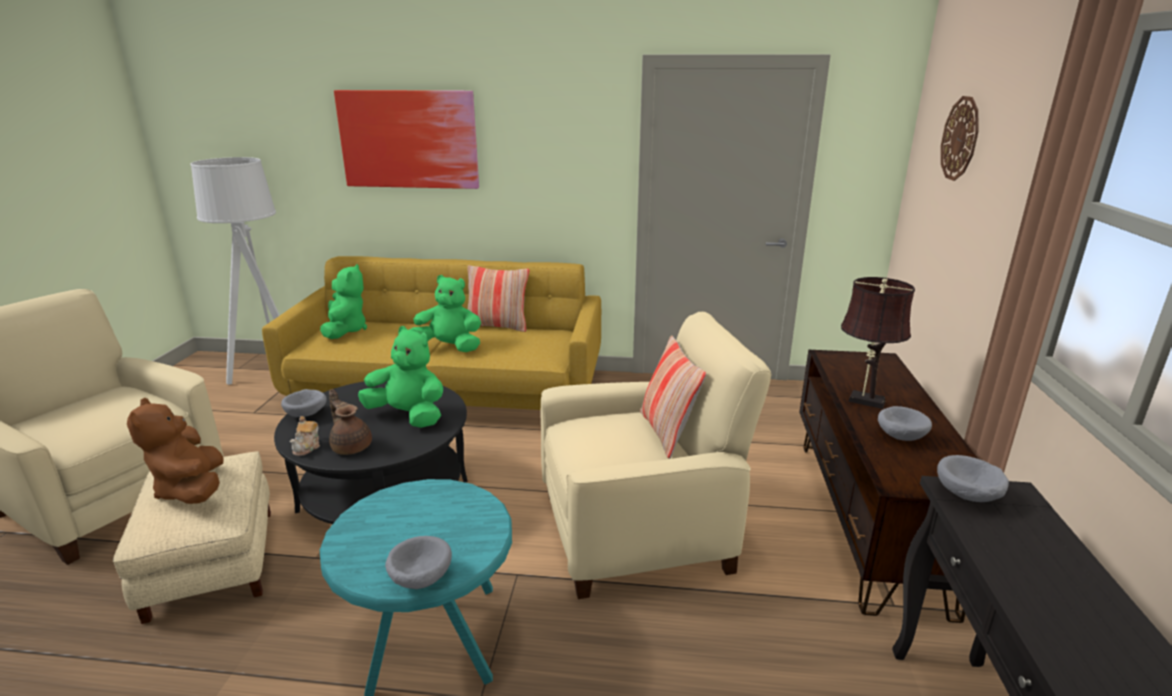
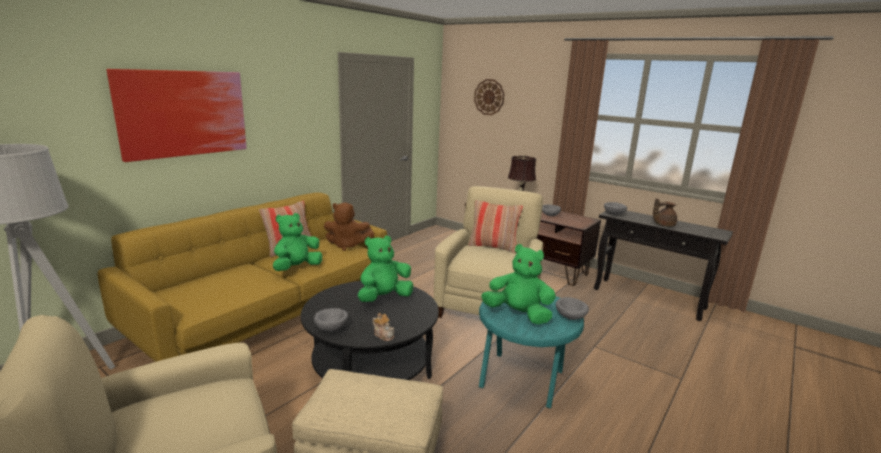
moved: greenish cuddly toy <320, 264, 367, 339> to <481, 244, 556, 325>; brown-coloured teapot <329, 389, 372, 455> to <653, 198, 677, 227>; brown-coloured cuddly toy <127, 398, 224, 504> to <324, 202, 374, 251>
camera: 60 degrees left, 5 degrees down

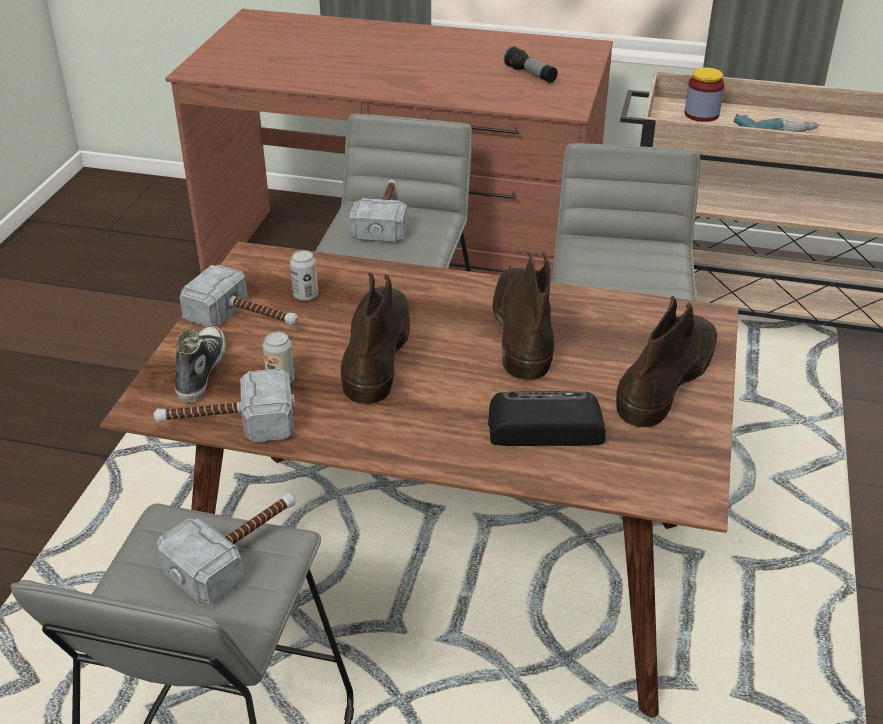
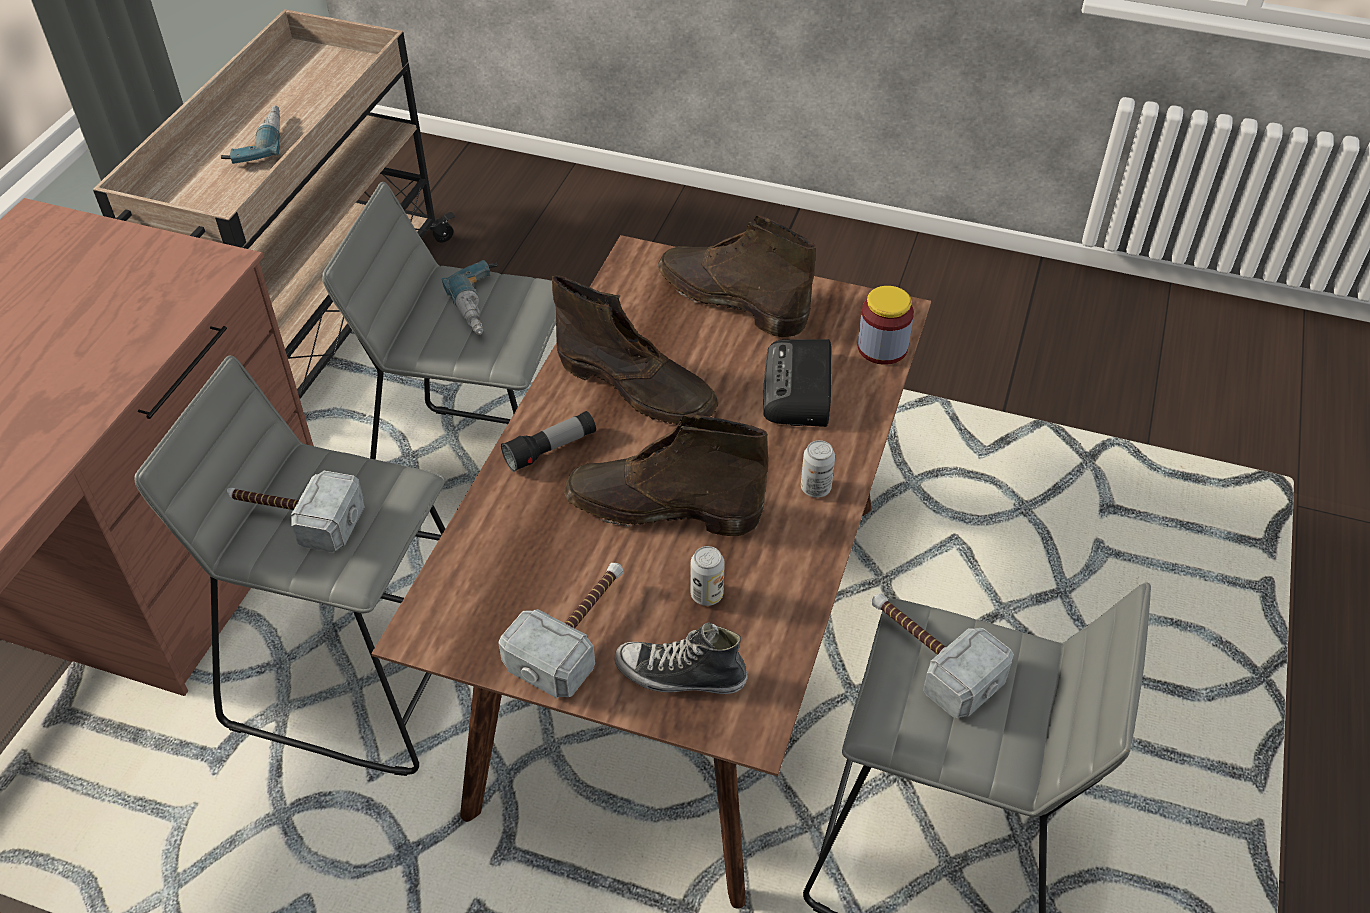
removed: tool hammer <154, 368, 295, 442>
added: drill <442, 260, 498, 335>
moved: flashlight <504, 46, 558, 83> to <501, 411, 596, 472>; preserve jar <685, 67, 725, 122> to <858, 286, 914, 365>; metal can <290, 250, 318, 301> to <801, 440, 835, 498>
turned: brown-coloured high-top boot <492, 251, 555, 380> = <552, 276, 718, 425> 150 degrees counterclockwise
camera: 85 degrees left, 10 degrees up

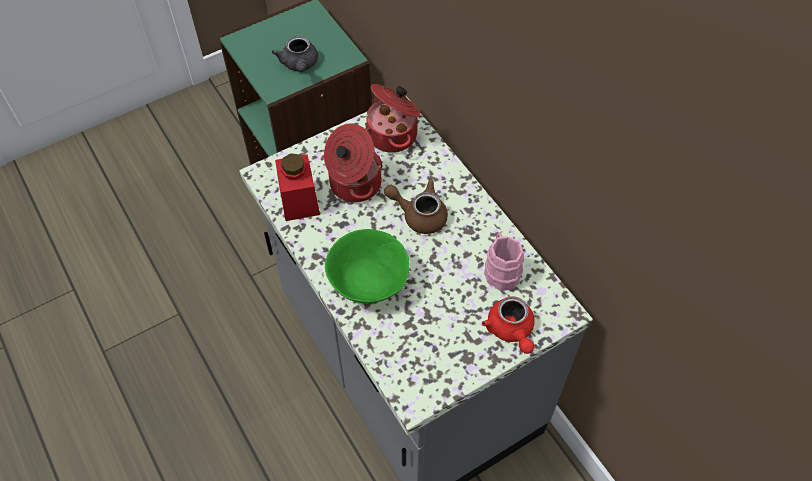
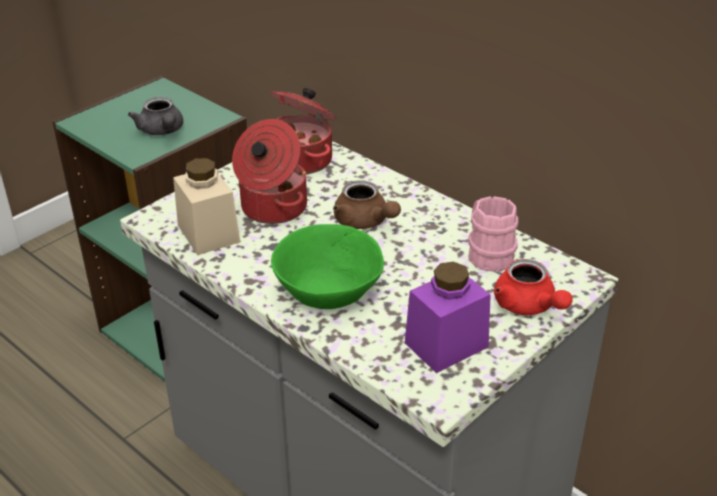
added: purplish preserve jar <405, 262, 491, 373>
recoloured: red-coloured preserve jar <275, 153, 320, 221> to sand-coloured preserve jar <173, 158, 240, 255>
turned: brown-coloured teapot <384, 179, 448, 234> = <333, 180, 401, 229> 135 degrees counterclockwise
camera: 15 degrees left, 20 degrees down

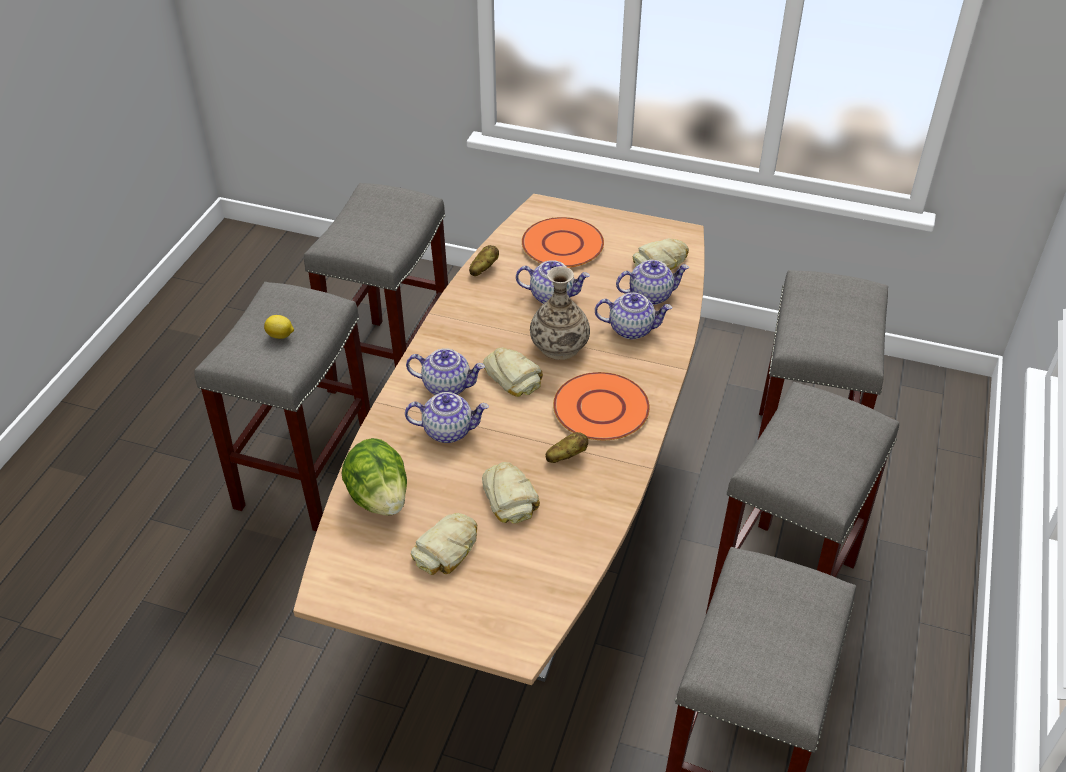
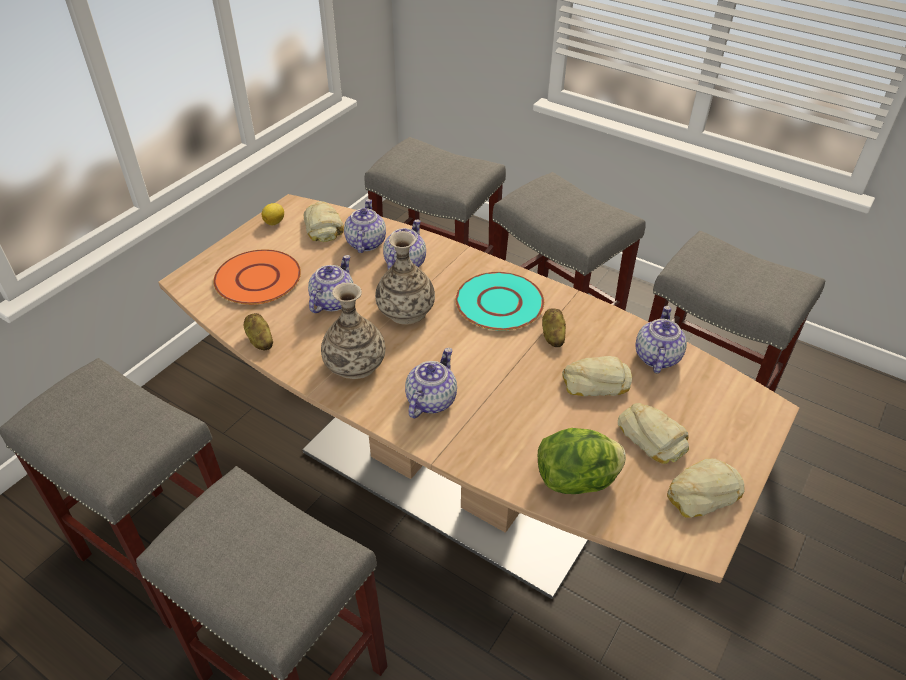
added: flower vase <321, 283, 385, 379>
moved: lemon <264, 315, 294, 339> to <262, 203, 284, 225>; bread <483, 347, 543, 397> to <667, 458, 745, 518>; teapot <405, 392, 489, 443> to <636, 306, 687, 373>
recoloured: orangey flat dish <553, 372, 650, 440> to blue-green flat dish <456, 272, 544, 331>
camera: 75 degrees left, 0 degrees up

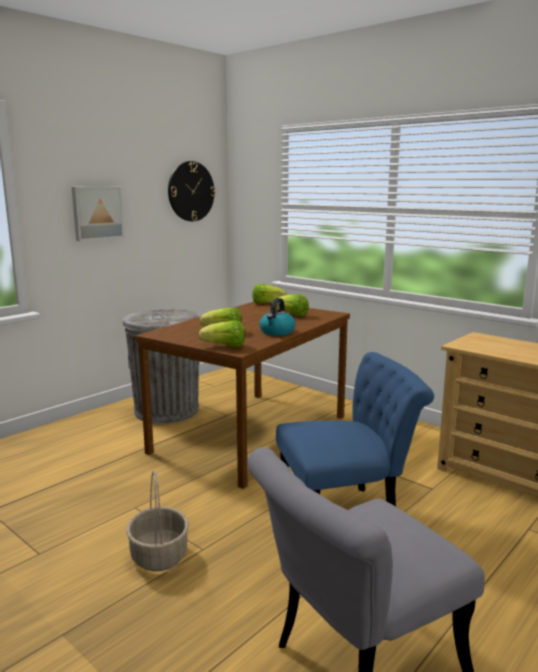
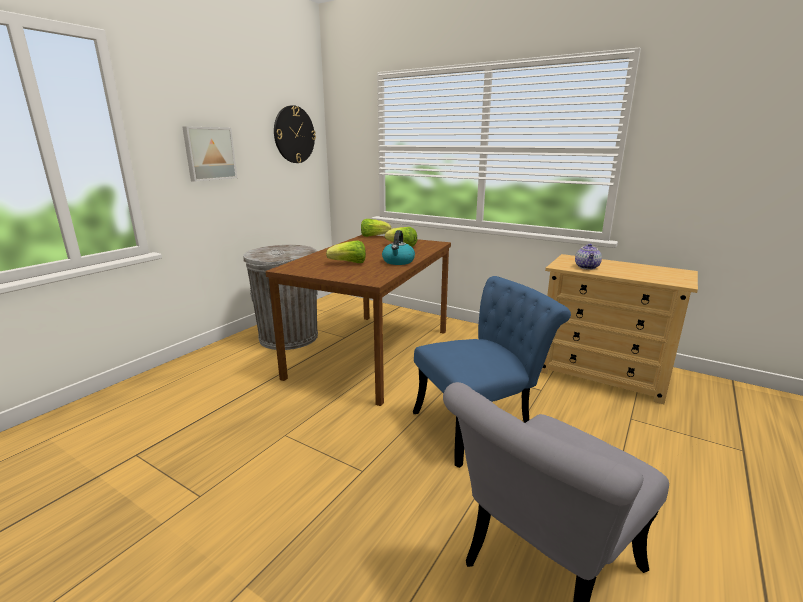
removed: head of lettuce <199, 320, 245, 348>; basket <126, 471, 189, 571>
added: teapot <575, 244, 602, 270>
camera: 10 degrees left, 5 degrees up

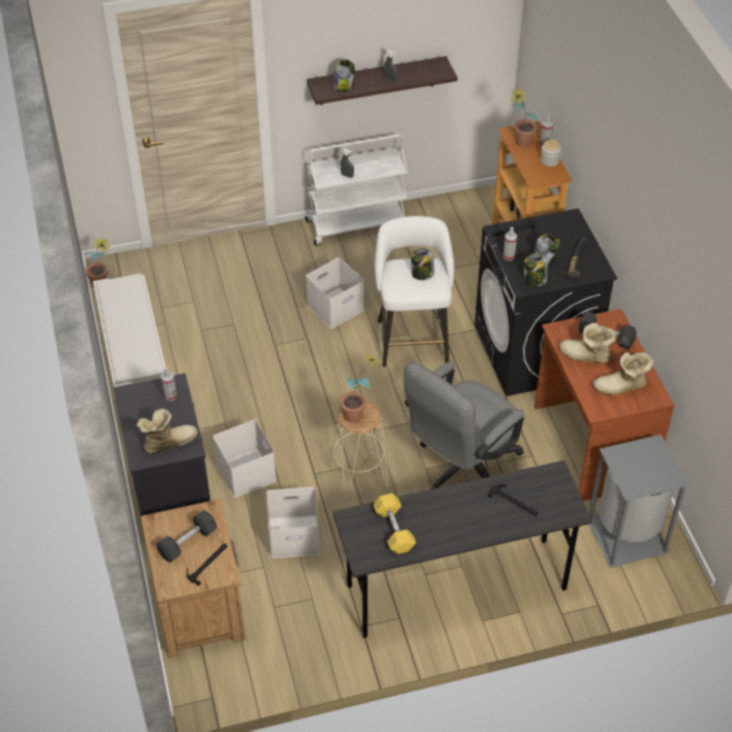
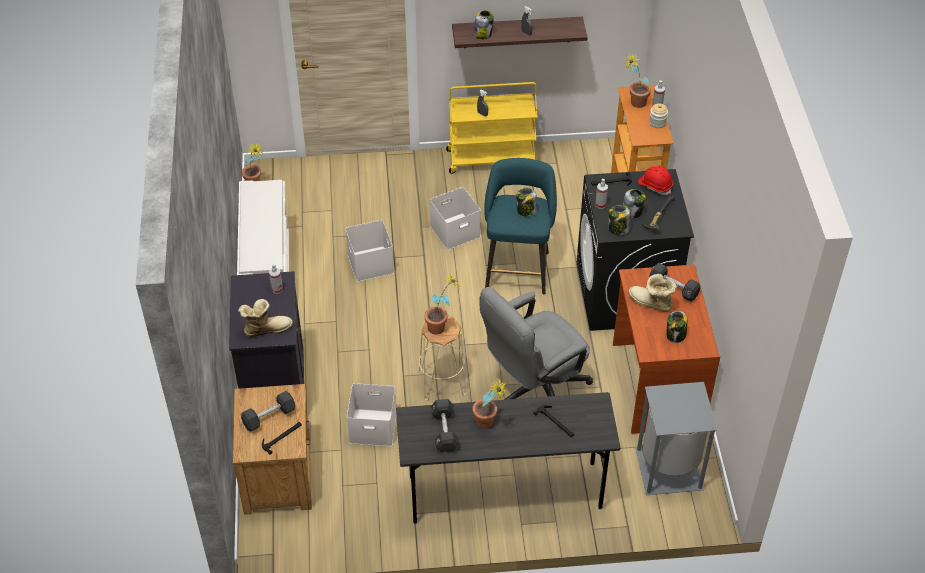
added: red-coloured safety helmet <638, 166, 673, 195>; houseplant <472, 378, 509, 429>
moved: white-coloured storage container <213, 420, 277, 498> to <345, 220, 394, 282>
replaced: high-top boot <593, 352, 654, 395> to preserve jar <666, 311, 687, 343>
recoloured: white-coloured wheeled cart <305, 134, 408, 246> to yellow-coloured wheeled cart <446, 82, 538, 174>; white-coloured stool seat <375, 216, 454, 367> to blue-green stool seat <484, 158, 557, 295>; yellow-coloured dumbbell <373, 493, 416, 554> to black-coloured dumbbell <430, 399, 459, 452>
camera: 10 degrees right, 0 degrees up

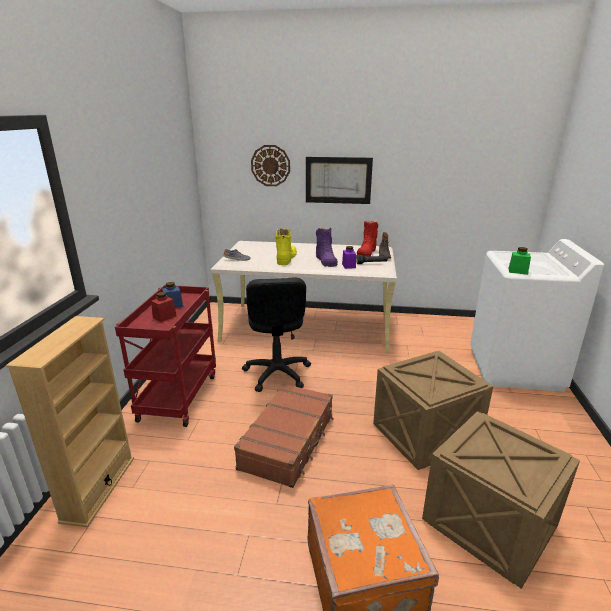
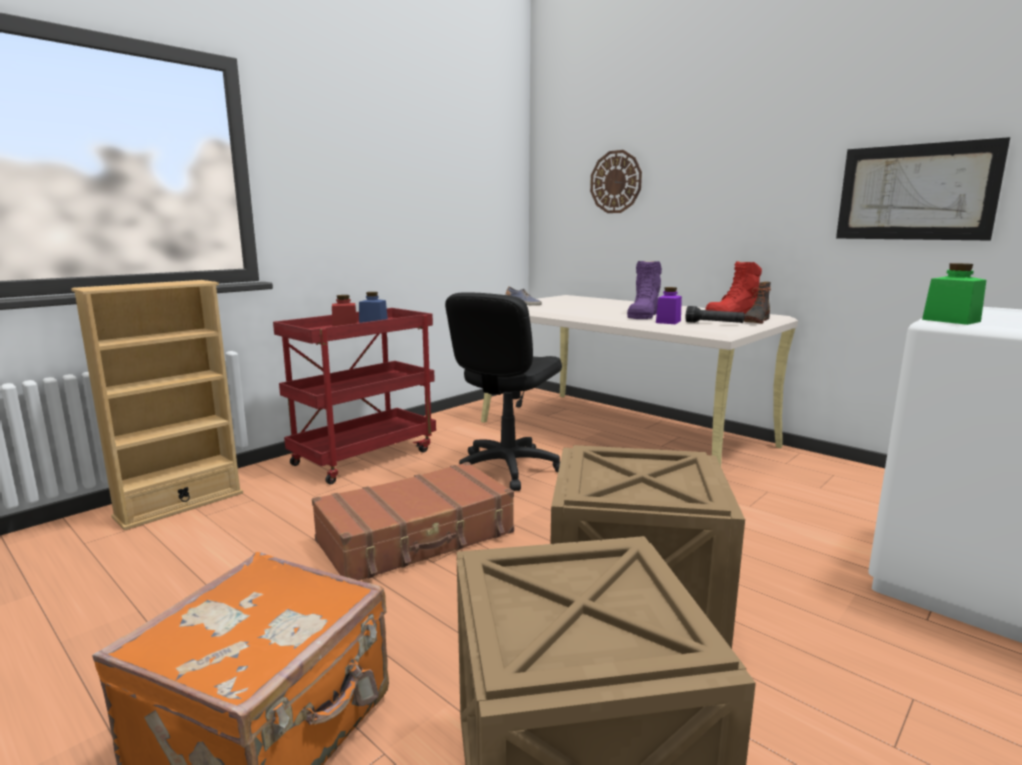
removed: yellow-coloured high-top boot <275, 228, 297, 265>
moved: wall art <306, 157, 373, 204> to <836, 137, 1010, 241>
camera: 35 degrees right, 10 degrees down

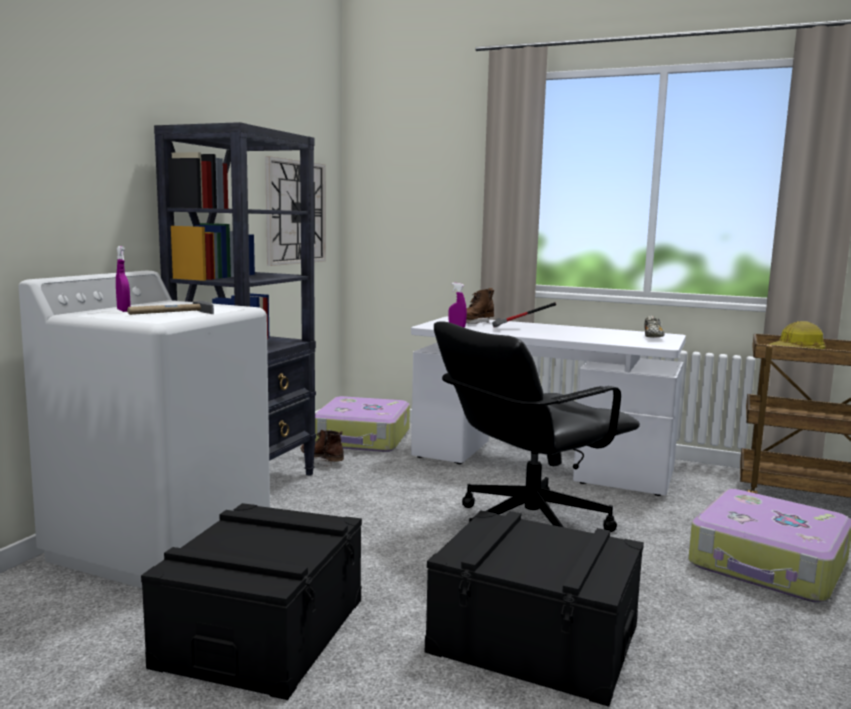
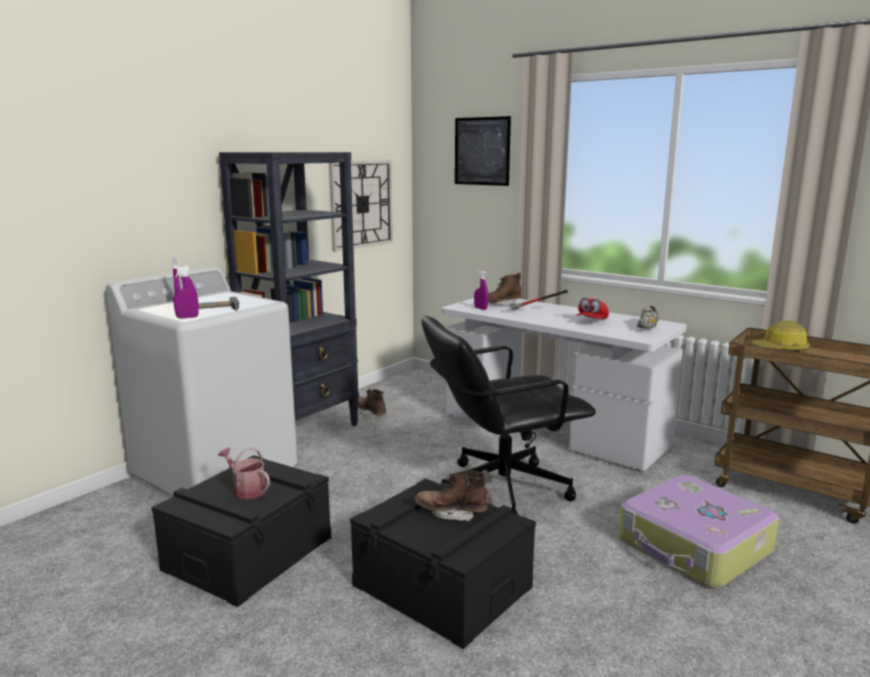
removed: suitcase <315, 396, 410, 452>
added: wall art <455, 116, 511, 186>; purplish hand sprayer <173, 266, 199, 318>; red-coloured cap <576, 298, 609, 319>; sprinkling can <218, 447, 270, 499>; brown-coloured high-top boot <415, 470, 488, 521>
camera: 15 degrees right, 5 degrees up

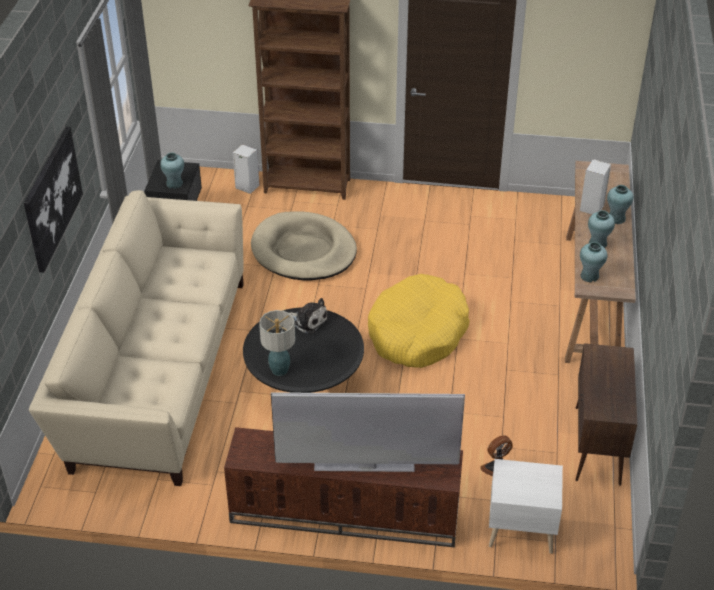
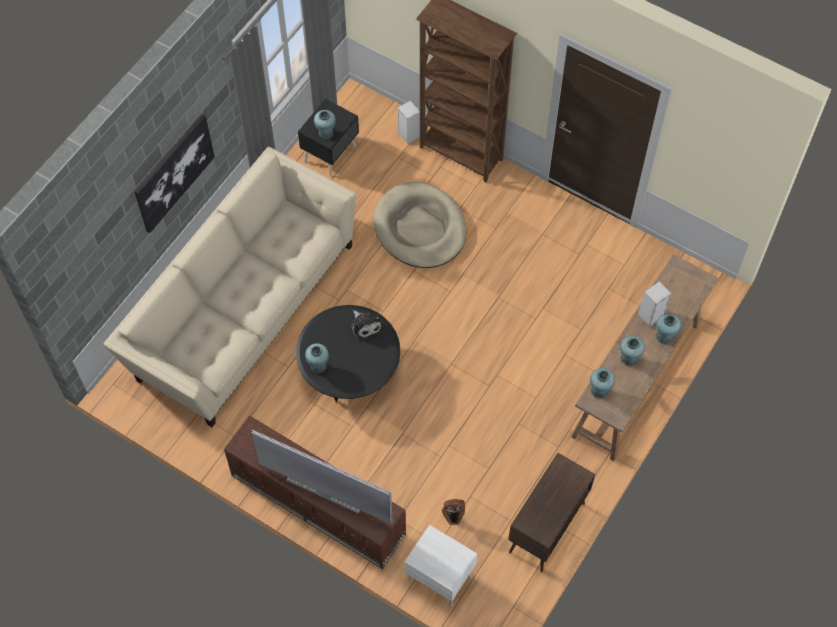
removed: yellow-coloured dog cushion <368, 274, 470, 368>
replaced: lamp for a table <259, 310, 296, 376> to blue-green flower vase <305, 343, 329, 374>
camera: 25 degrees right, 20 degrees up

